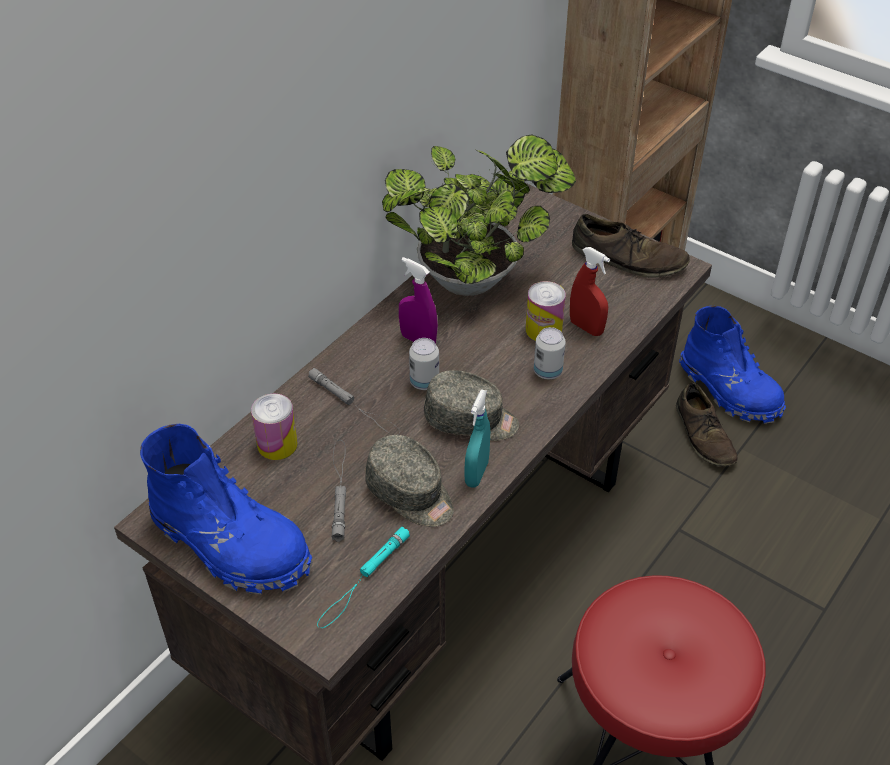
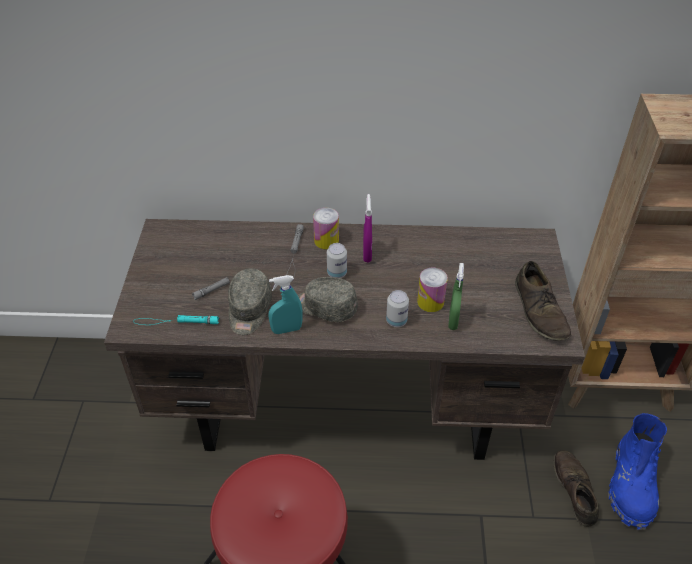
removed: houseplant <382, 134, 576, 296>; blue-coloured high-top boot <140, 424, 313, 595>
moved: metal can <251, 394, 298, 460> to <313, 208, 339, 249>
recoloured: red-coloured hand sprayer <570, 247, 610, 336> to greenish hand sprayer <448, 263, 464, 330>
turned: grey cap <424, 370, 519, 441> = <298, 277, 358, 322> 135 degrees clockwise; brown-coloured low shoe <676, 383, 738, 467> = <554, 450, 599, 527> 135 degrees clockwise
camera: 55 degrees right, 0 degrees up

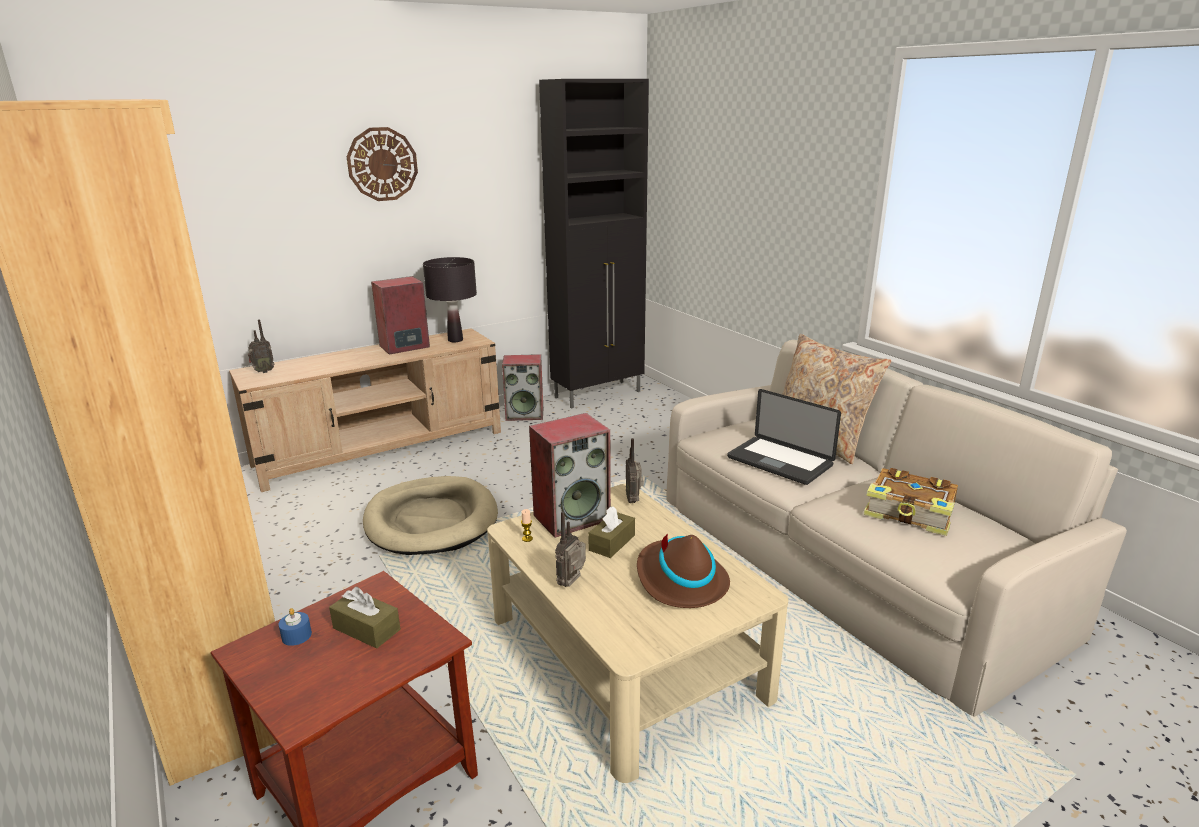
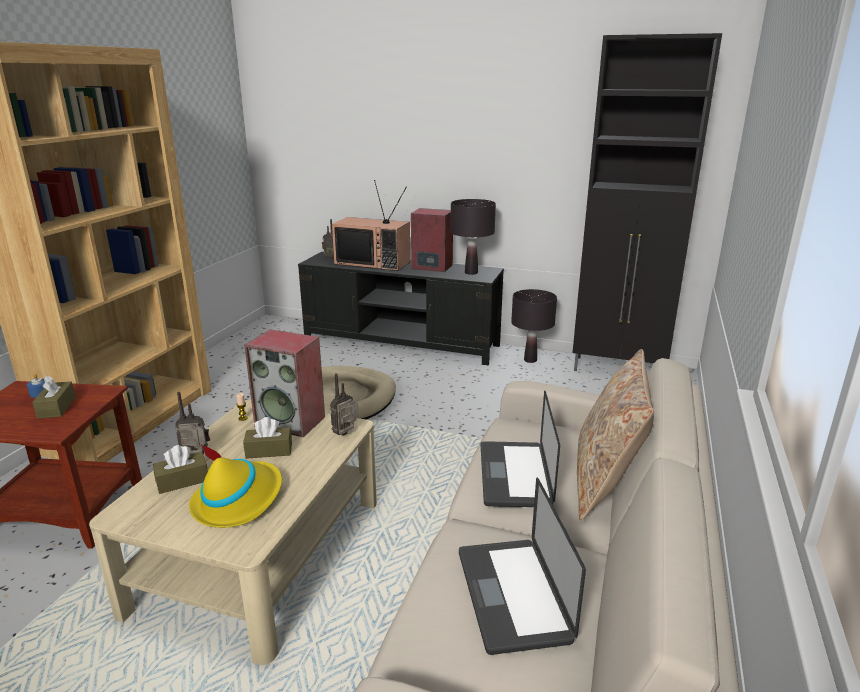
removed: clock on the wall <346, 127, 418, 201>
added: TV <332, 180, 410, 271>; brown-coloured tissue box <153, 445, 208, 494>
replaced: audio speaker <502, 354, 543, 421> to black-coloured lamp for a table <511, 289, 557, 363>; volume <864, 468, 958, 536> to laptop <459, 478, 586, 655>
recoloured: sand-coloured tv stand <229, 328, 501, 492> to black-coloured tv stand <298, 252, 504, 365>; brown-coloured hat <637, 533, 730, 608> to yellow-coloured hat <189, 444, 282, 528>
camera: 50 degrees right, 0 degrees up

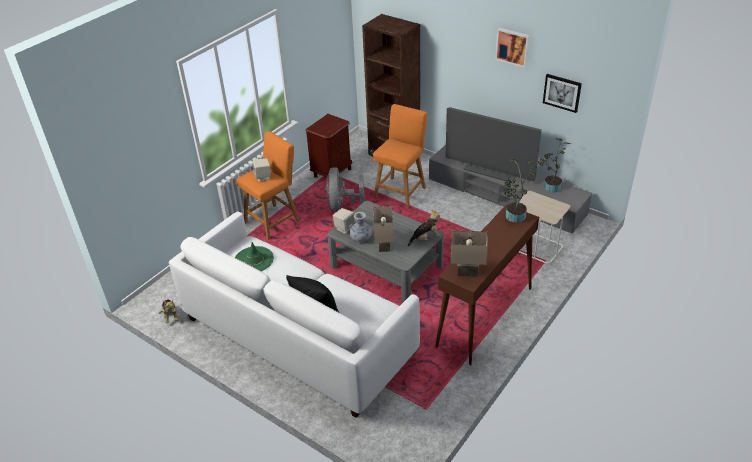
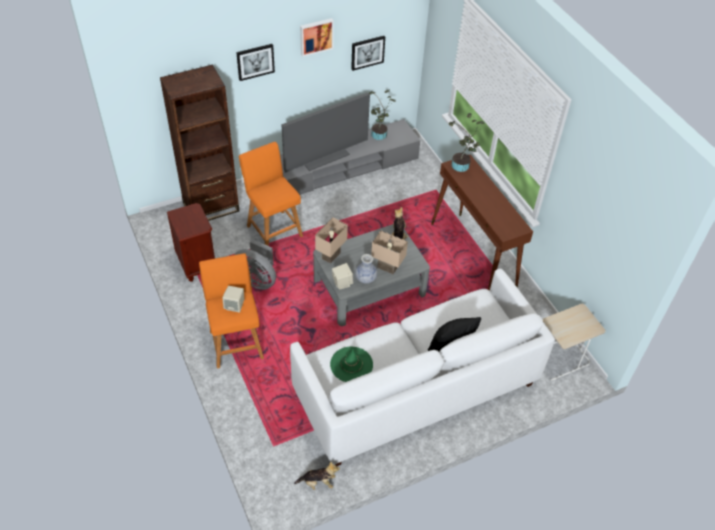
added: wall art <236, 44, 275, 81>
moved: sand-coloured accent table <519, 191, 570, 264> to <543, 304, 606, 381>; sand-coloured lamp for a table <451, 231, 488, 277> to <315, 217, 348, 264>
camera: 65 degrees left, 10 degrees up

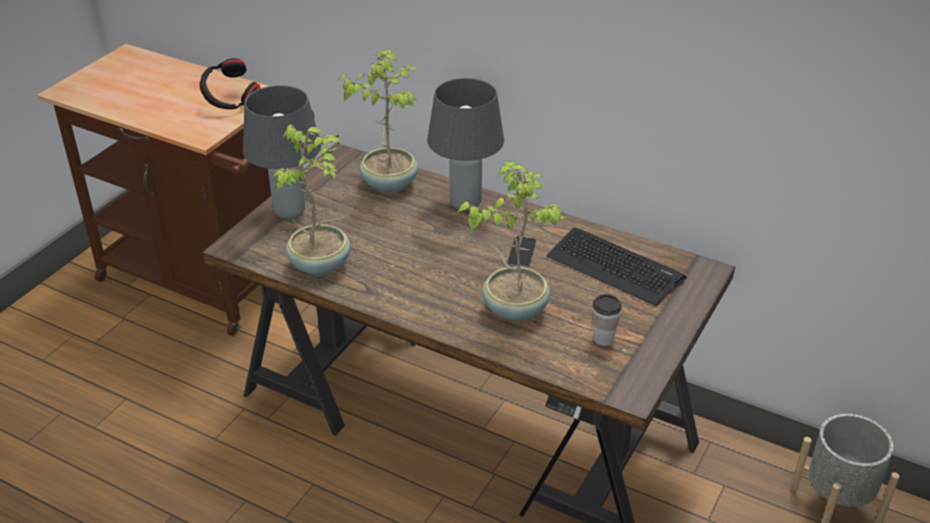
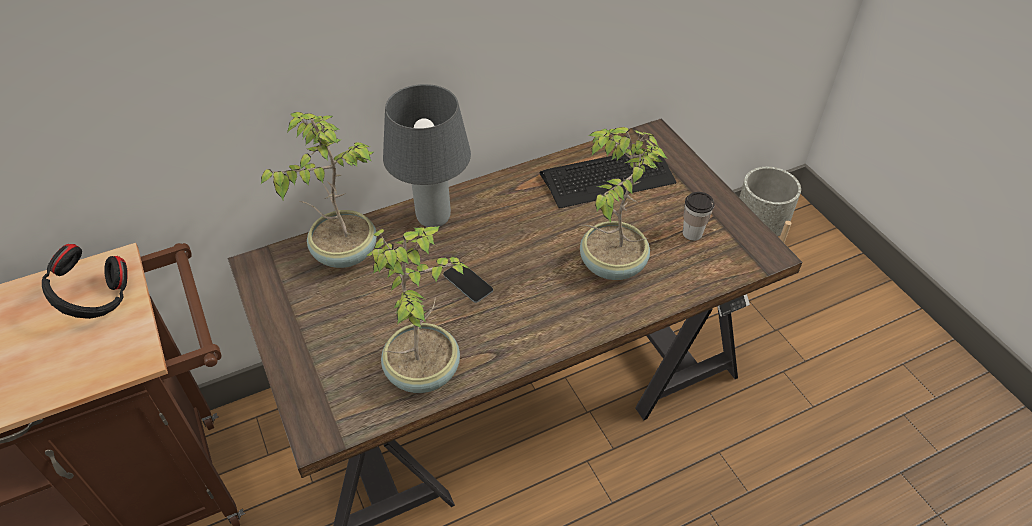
removed: grey lamp for a table <243, 85, 321, 219>
moved: telephone <507, 236, 536, 267> to <443, 262, 493, 303>
camera: 55 degrees left, 10 degrees up

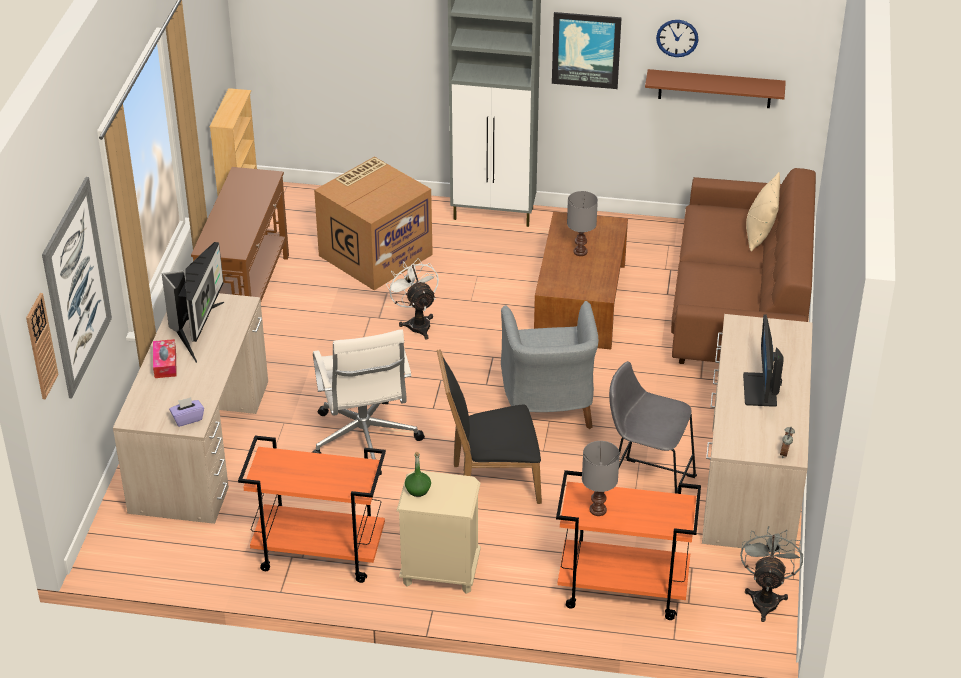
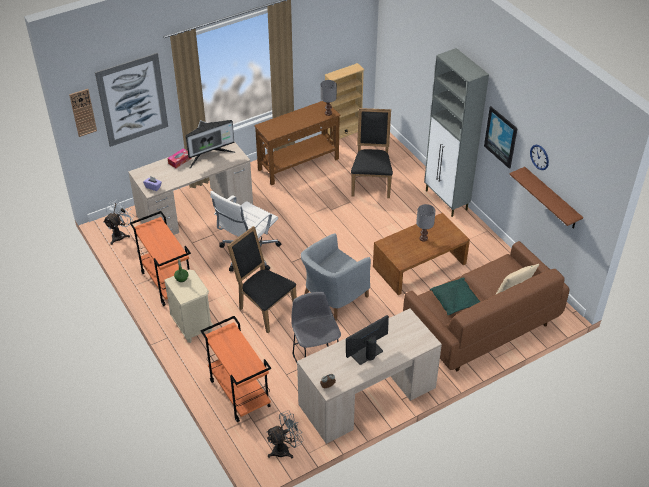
added: greenish pillow <430, 278, 480, 315>
moved: white-coloured fan <386, 258, 439, 340> to <103, 199, 133, 245>; grey lamp for a table <582, 441, 620, 516> to <320, 80, 337, 116>
replaced: packing box <314, 157, 433, 290> to black-coloured plain chair <351, 108, 393, 198>
camera: 50 degrees right, 5 degrees up

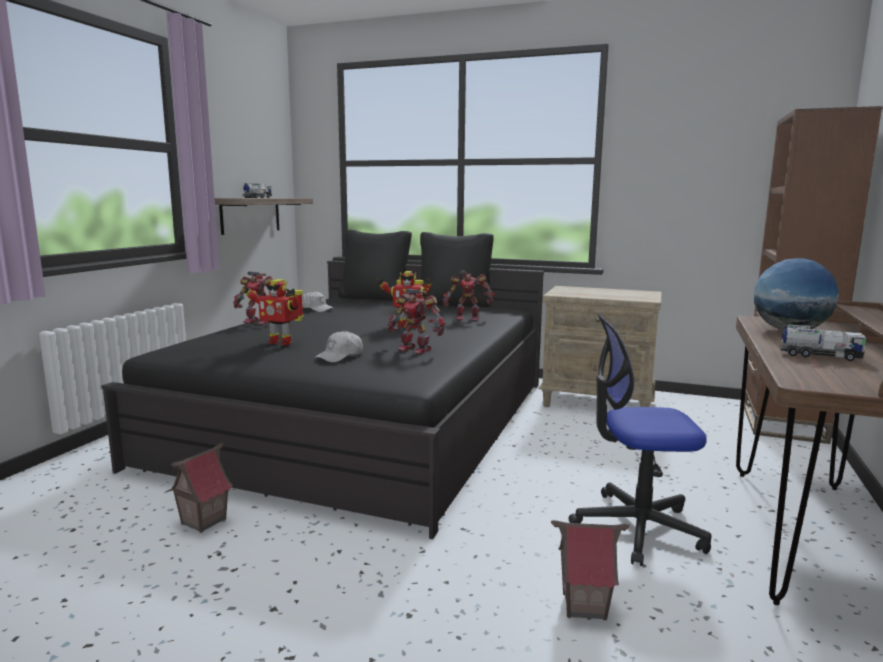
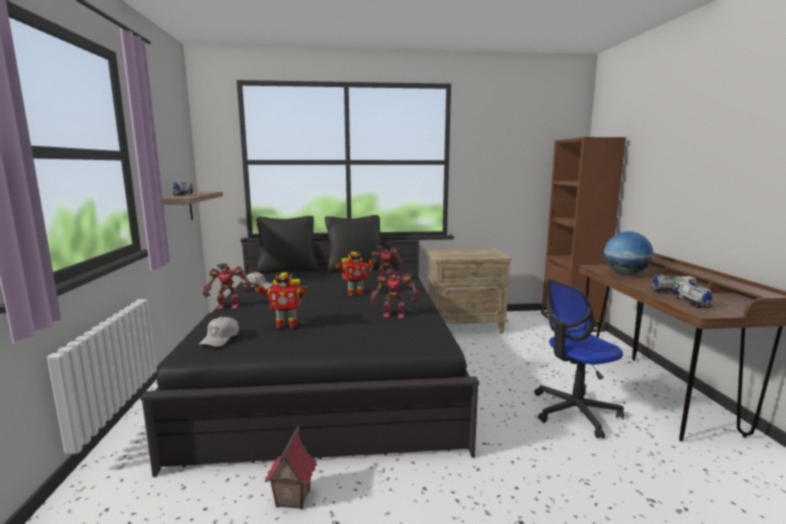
removed: toy house <551, 520, 629, 620>
added: toy lorry <673, 282, 713, 308>
moved: white-coloured cap <314, 330, 363, 362> to <199, 316, 239, 347>
camera: 25 degrees left, 0 degrees up

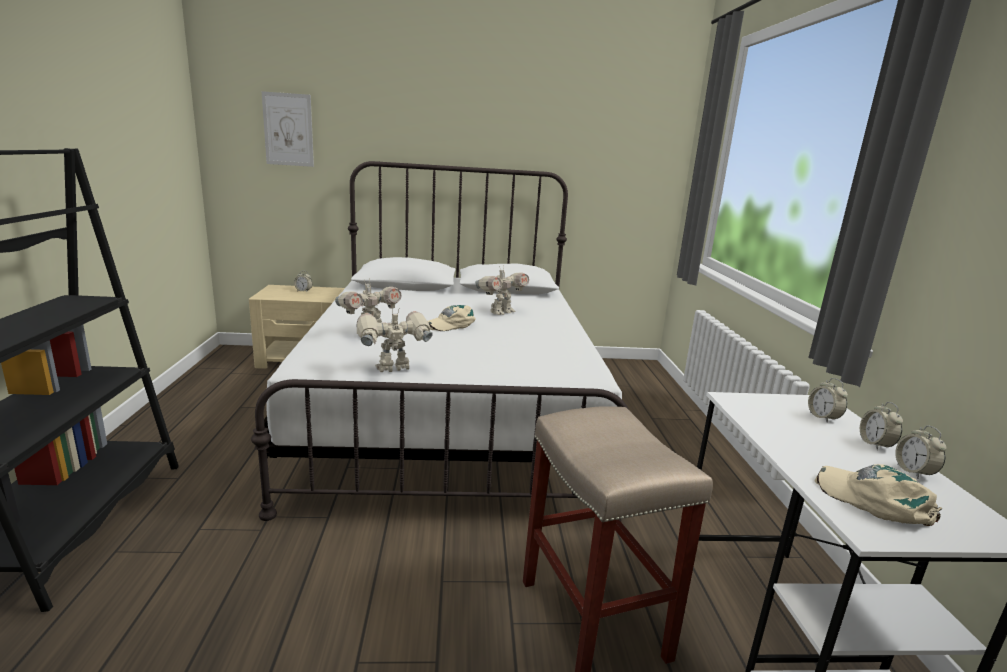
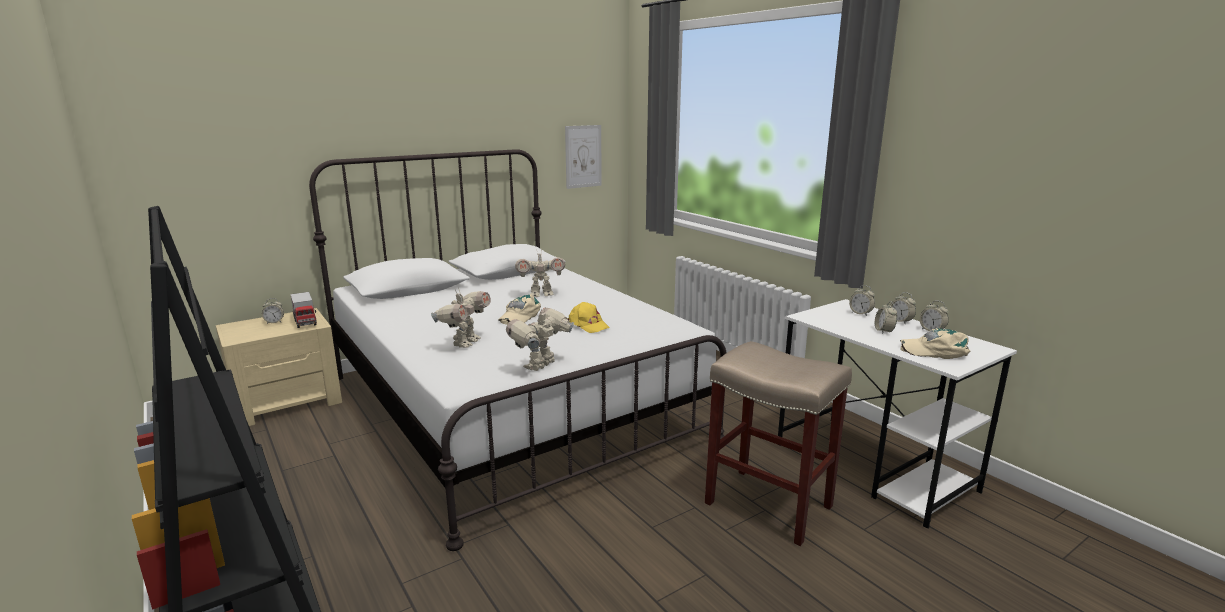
added: toy lorry <290, 292, 317, 328>; bedside clock <875, 301, 897, 334>; yellow-coloured cap <567, 302, 610, 333>
moved: wall art <261, 91, 314, 167> to <565, 125, 602, 189>
turned: robot figure <475, 266, 529, 315> = <515, 249, 565, 297> 60 degrees clockwise
camera: 30 degrees left, 0 degrees up

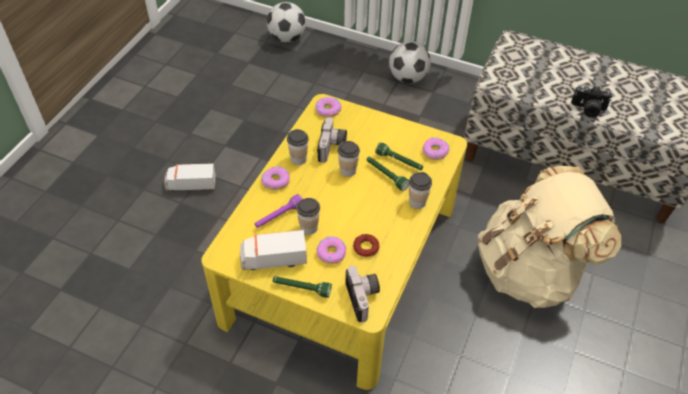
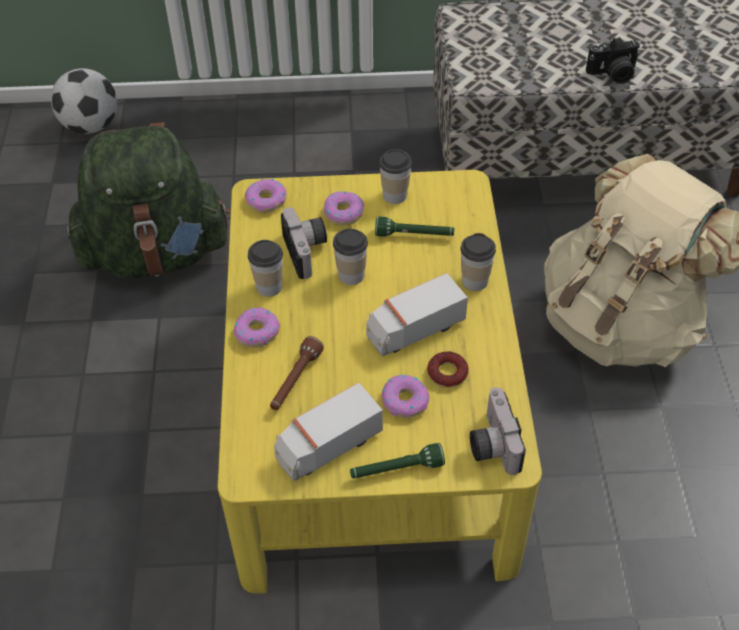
removed: football ball <389, 41, 431, 83>; greenish flashlight <367, 157, 409, 191>
added: greenish knapsack <67, 122, 230, 278>
moved: donut <422, 137, 449, 160> to <324, 191, 364, 226>; toy lorry <165, 163, 216, 191> to <366, 273, 468, 356>; drinking cup <296, 198, 320, 235> to <379, 149, 412, 204>
recoloured: purplish flashlight <255, 194, 302, 228> to brown-coloured flashlight <270, 336, 324, 410>
turned: still camera <345, 266, 380, 322> = <470, 387, 526, 475> 150 degrees counterclockwise
camera: 25 degrees left, 0 degrees up

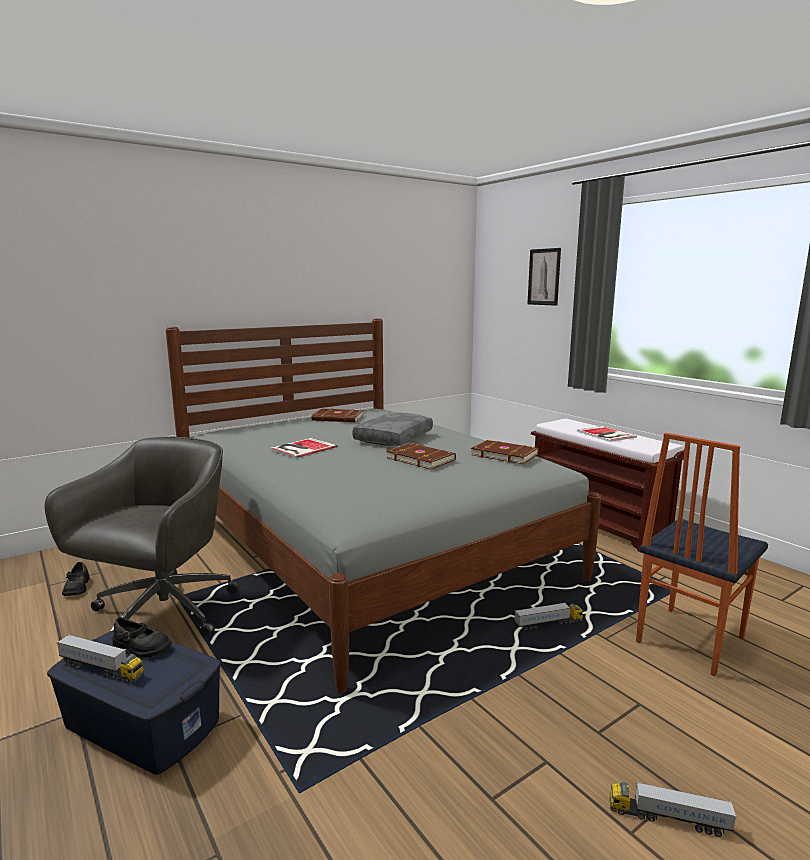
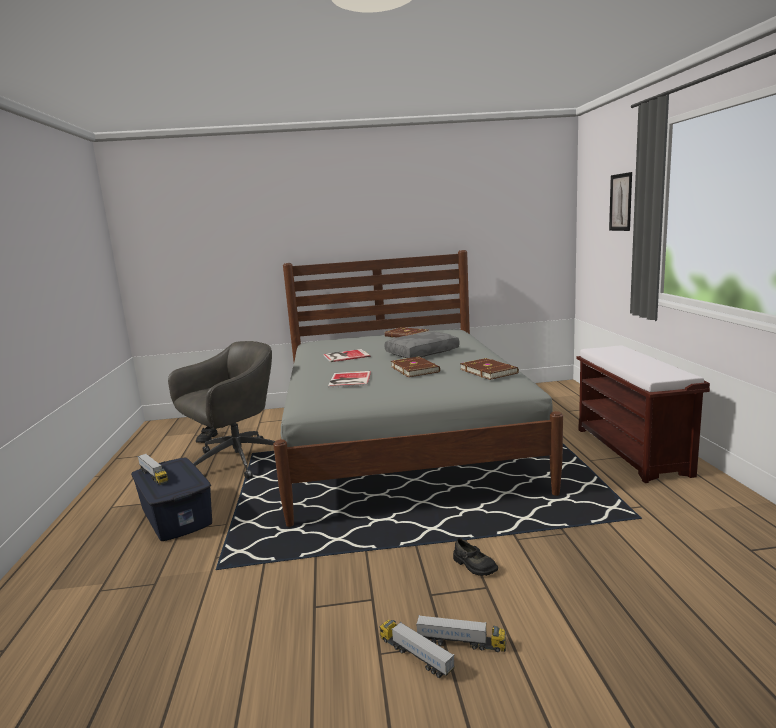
removed: plain chair <636, 433, 768, 676>
moved: volume <577, 426, 637, 442> to <328, 371, 371, 388>; toy lorry <514, 602, 583, 631> to <416, 615, 506, 652>; black-coloured low shoe <112, 617, 172, 658> to <453, 538, 498, 576>
camera: 30 degrees right, 0 degrees up

